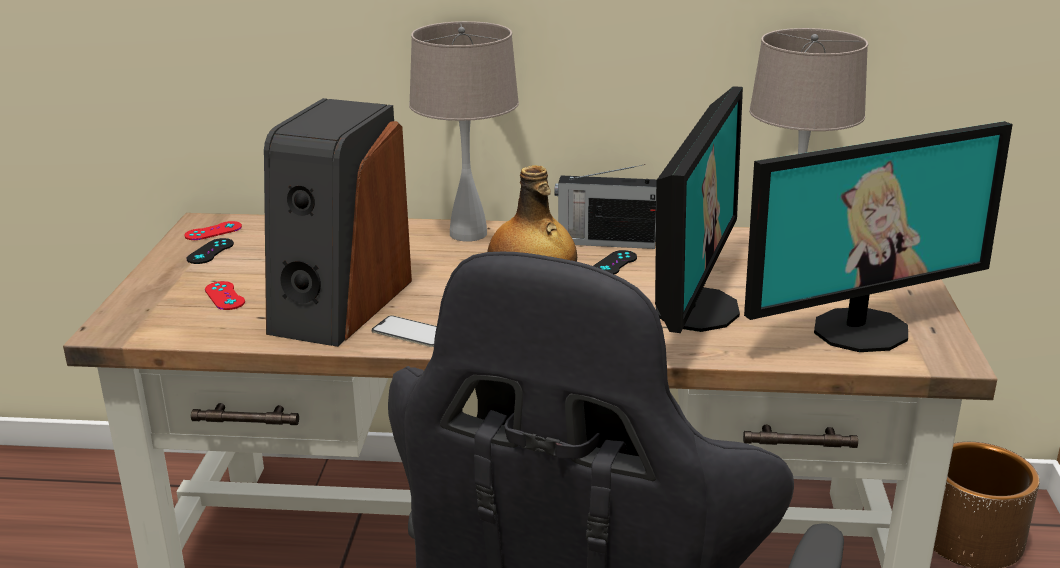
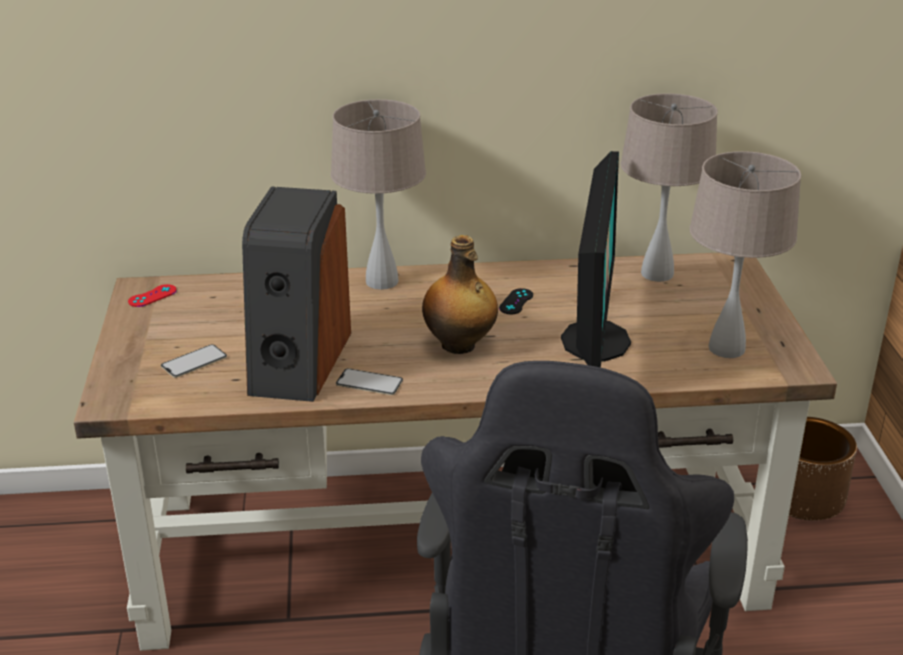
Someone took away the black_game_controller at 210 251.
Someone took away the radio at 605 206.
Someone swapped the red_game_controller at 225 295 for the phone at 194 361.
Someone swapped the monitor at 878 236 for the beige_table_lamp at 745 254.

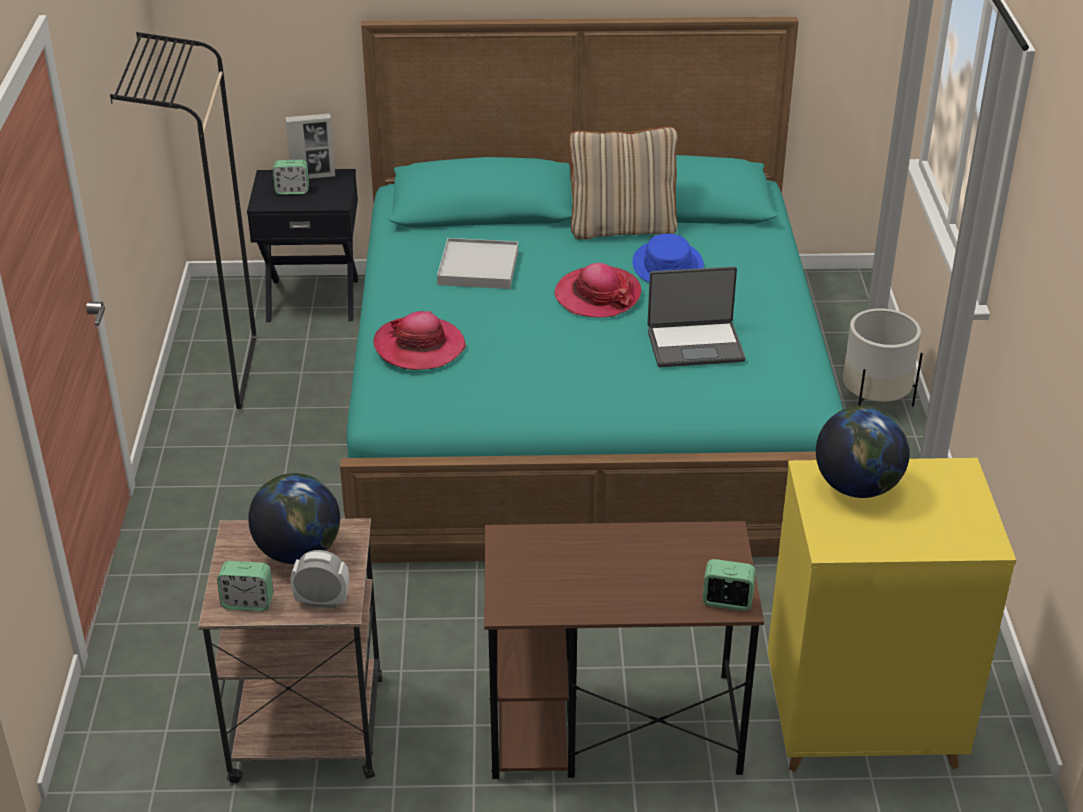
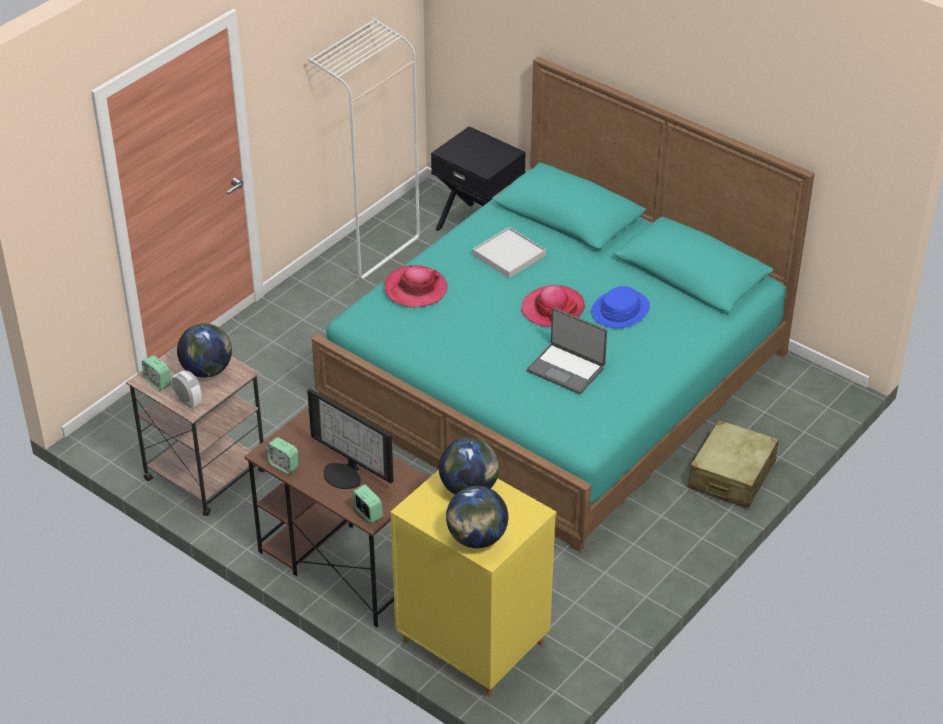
Someone took away the picture_frame at 310 146.
Someone took away the beige_pillow at 623 183.
Someone put down the monitor at 350 439.
Someone put down the globe at 477 517.
Someone carried the alarm_clock from 291 177 to 283 455.
Someone swapped the white_planter at 883 357 for the beige_suitcase at 733 464.
Someone repainted the black_clothes_rack at 183 220, which became the white_clothes_rack at 364 148.

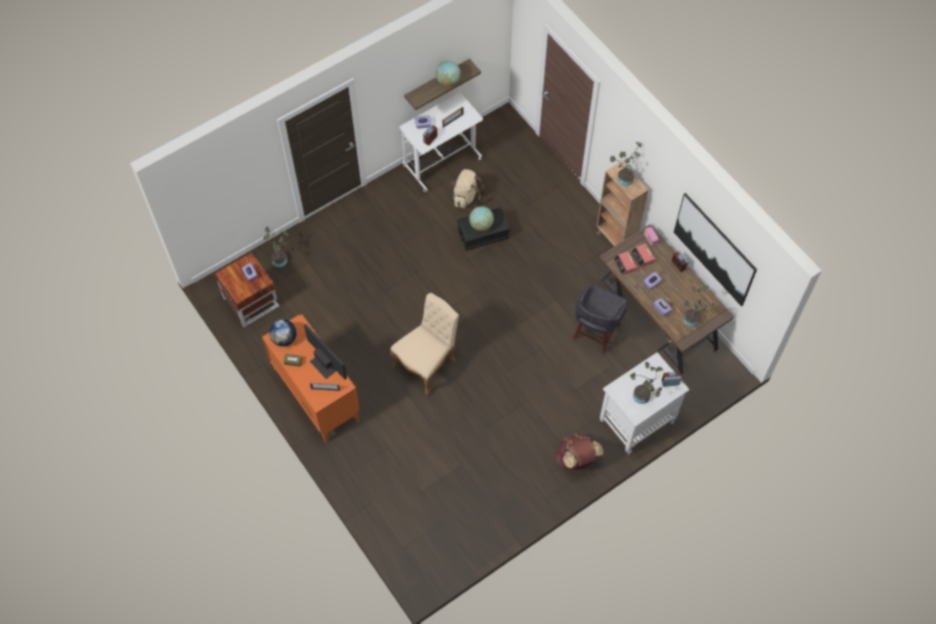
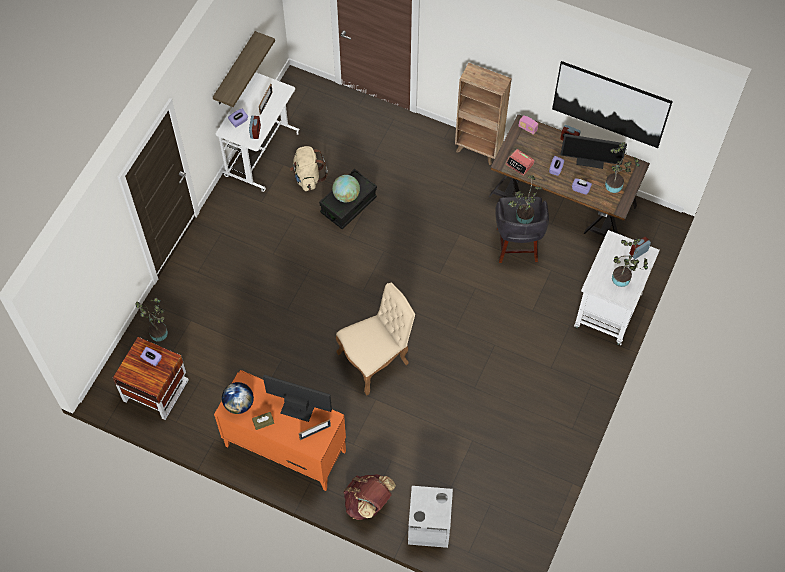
Someone took away the globe at 448 73.
Someone took away the alarm_clock at 643 256.
Someone put down the grey_trash_can at 430 517.
Someone put down the monitor at 593 151.
Someone carried the brown_backpack from 579 451 to 369 497.
Someone carried the potted_plant from 626 164 to 525 199.
Someone rotated the beige_chair at 424 344 by 45 degrees clockwise.

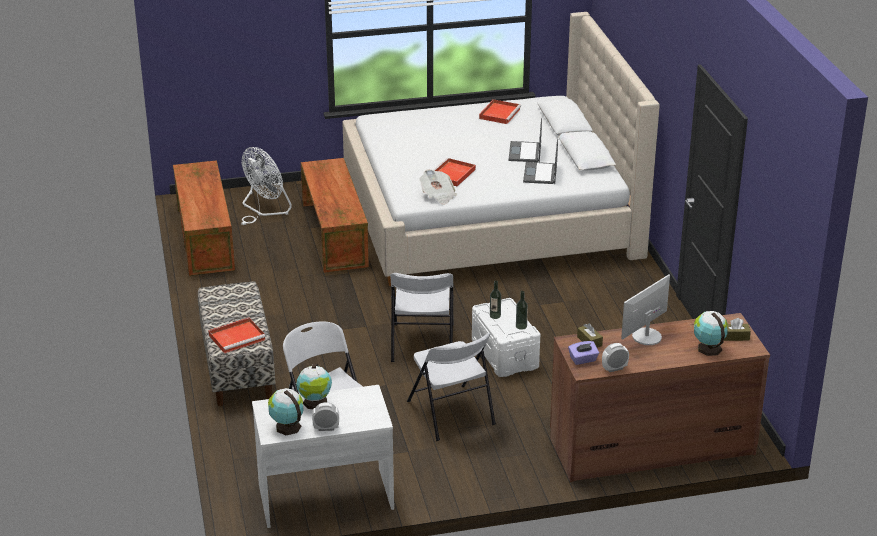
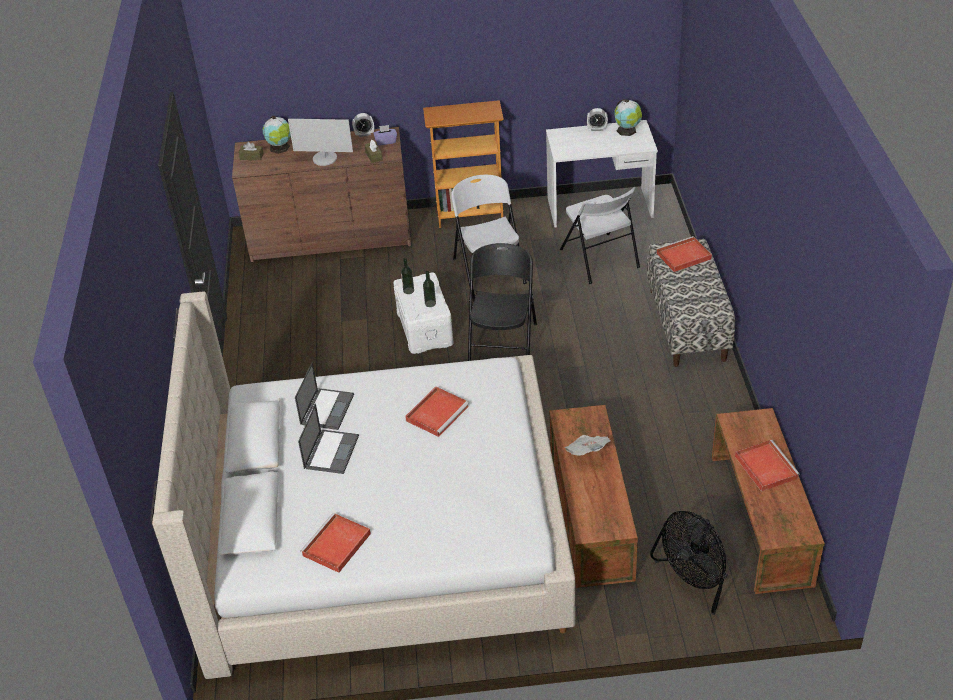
Someone took away the globe at 314 386.
Someone put down the bookcase at 463 164.
Someone put down the red_tray at 767 466.
Someone carried the newspaper from 438 187 to 588 445.
Someone repainted the white_fan at 266 186, which became the black_fan at 689 563.
Someone repainted the white_chair at 422 317, which became the black_chair at 502 302.
Someone rotated the monitor at 645 309 by 45 degrees clockwise.

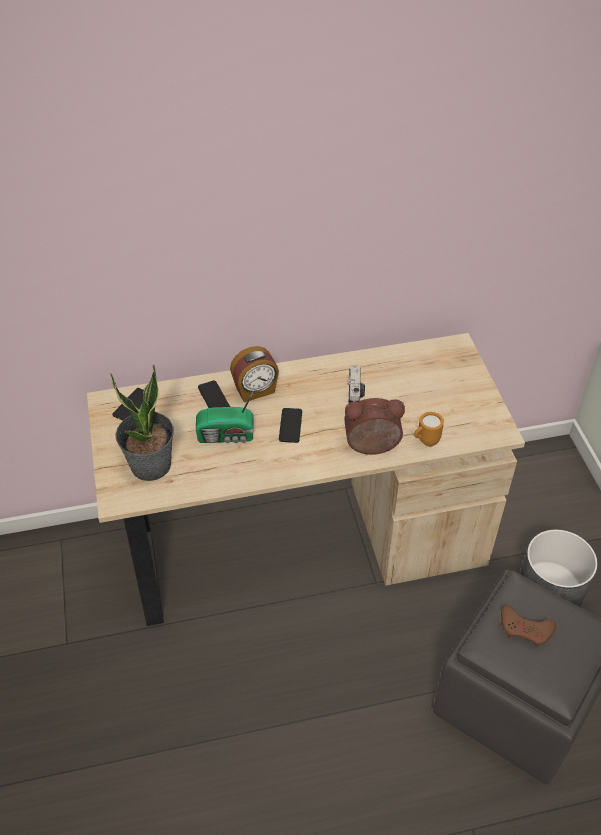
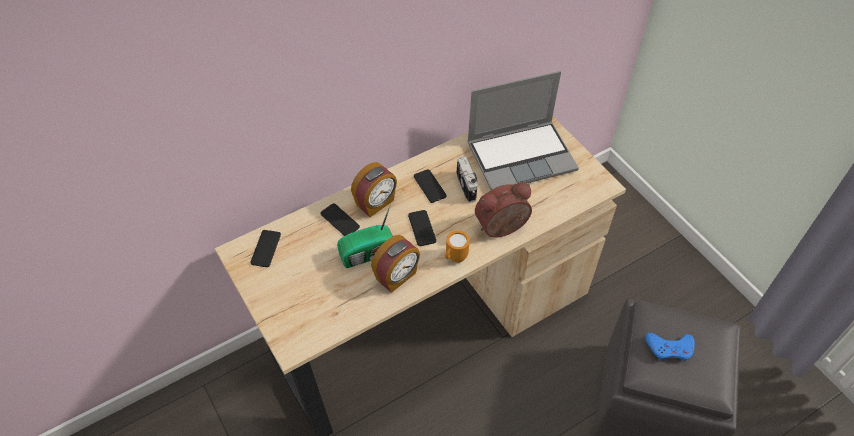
Someone took away the potted_plant at 142 422.
Someone took away the grey_planter at 559 568.
Someone put down the alarm_clock at 395 264.
Someone put down the phone at 430 186.
Someone put down the laptop at 523 130.
Someone carried the orange_mug from 429 429 to 457 246.
Someone repainted the brown_game_controller at 528 626, which became the blue_game_controller at 670 347.

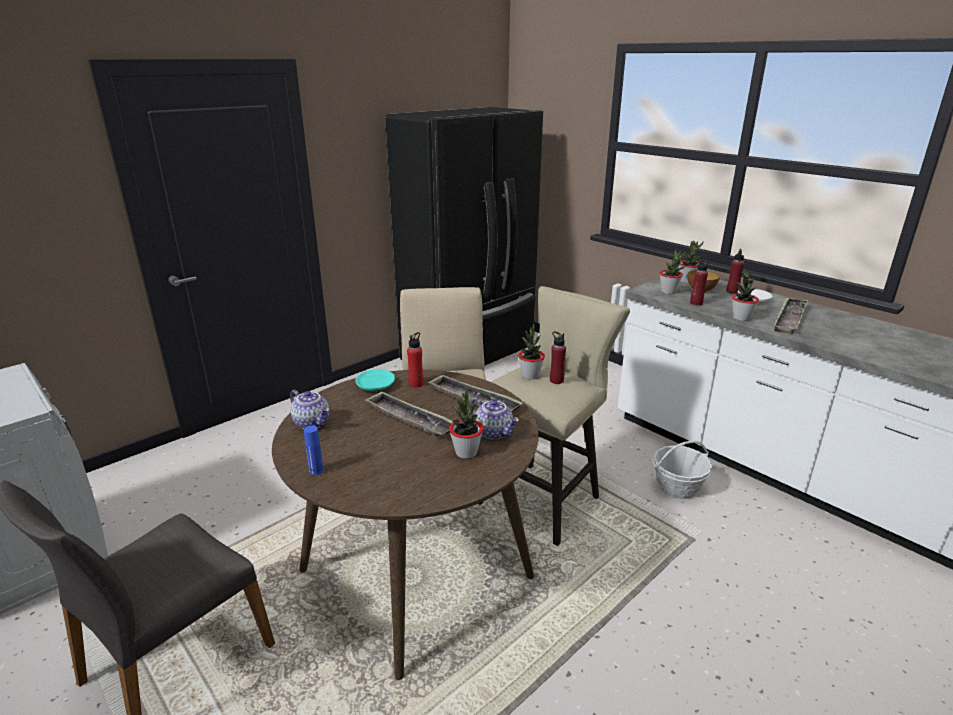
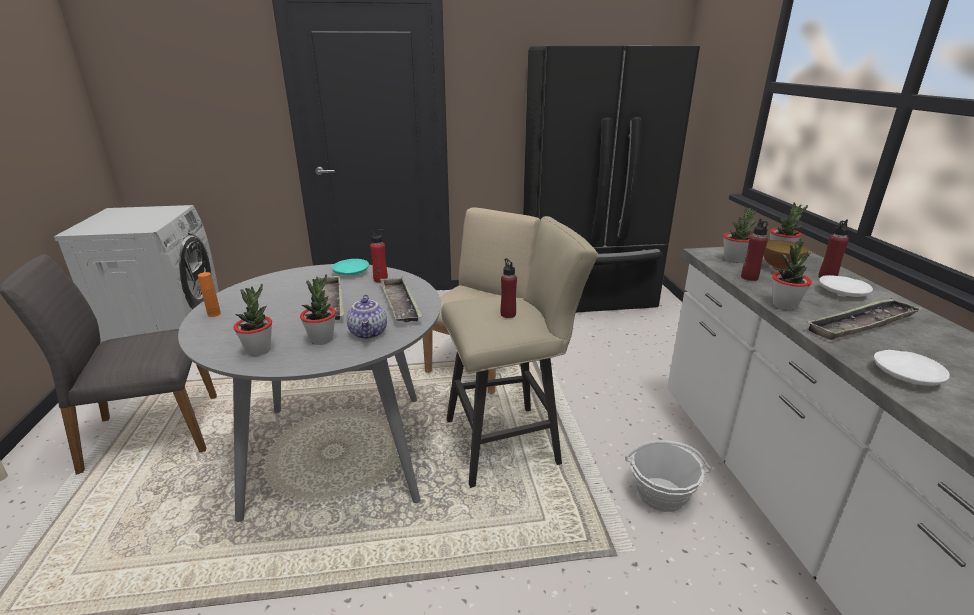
Someone took away the teapot at 309 409.
Someone put down the white_plate at 912 368.
Someone carried the potted_plant from 531 351 to 253 320.
Someone repainted the brown_dining_table at 405 525, which became the grey_dining_table at 309 393.
Someone repainted the blue_bottle at 313 450, which became the orange_bottle at 209 294.

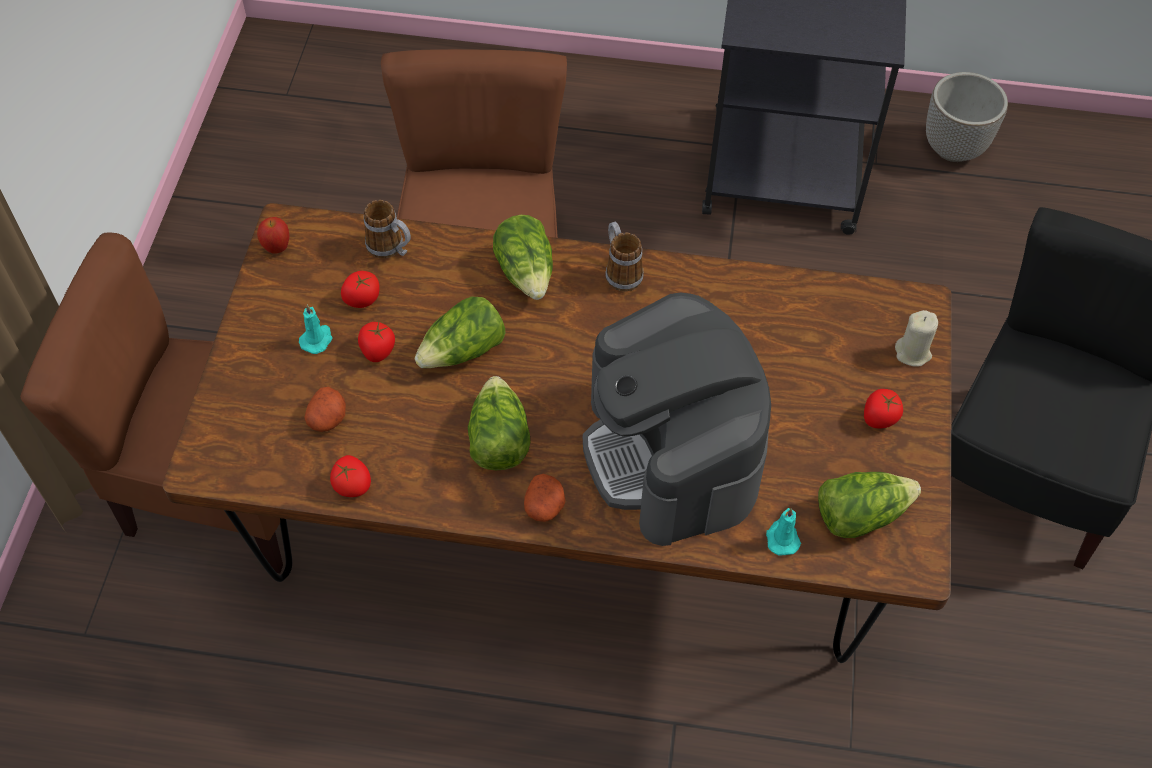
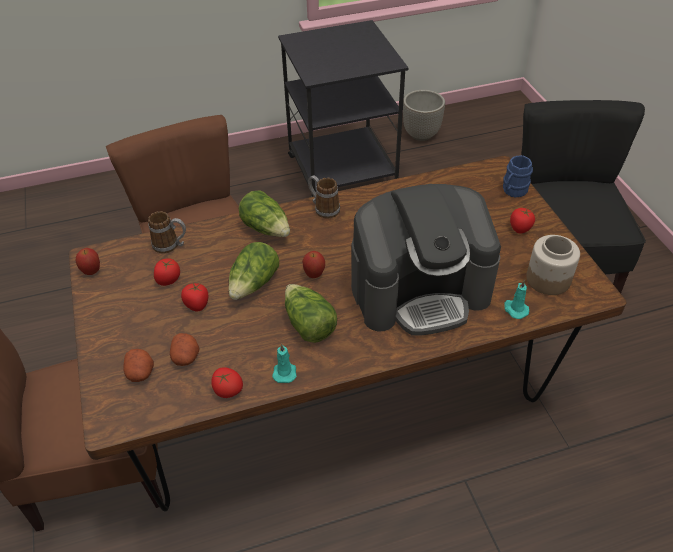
Someone put down the apple at 313 264.
Someone carried the turquoise_candle from 316 329 to 284 363.
Someone carried the potato from 545 498 to 138 365.
Someone swapped the lettuce at 869 505 for the jar at 553 265.
Someone swapped the beige_candle at 916 338 for the blue_mug at 518 176.
Someone rotated the coffee_machine at 677 419 by 60 degrees counterclockwise.

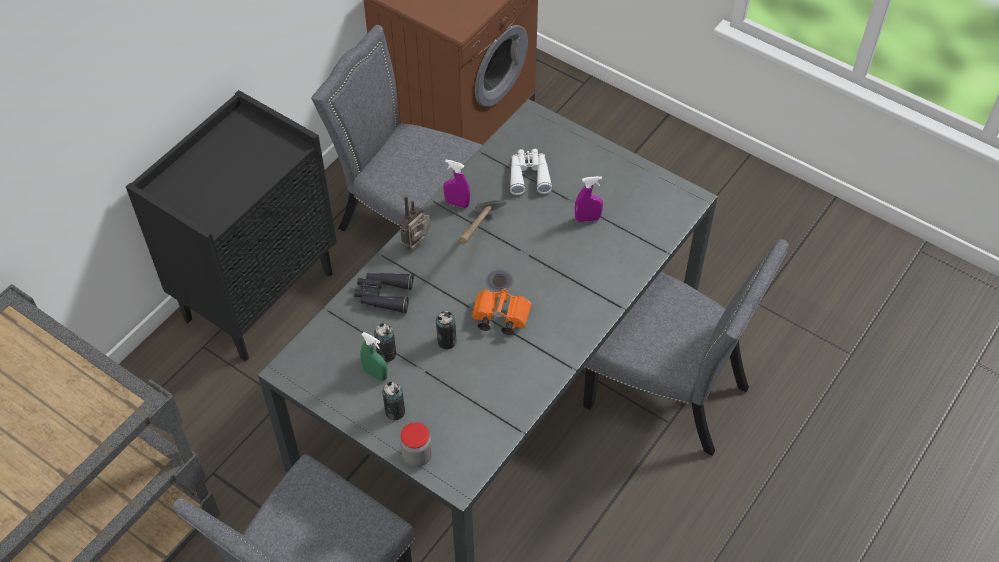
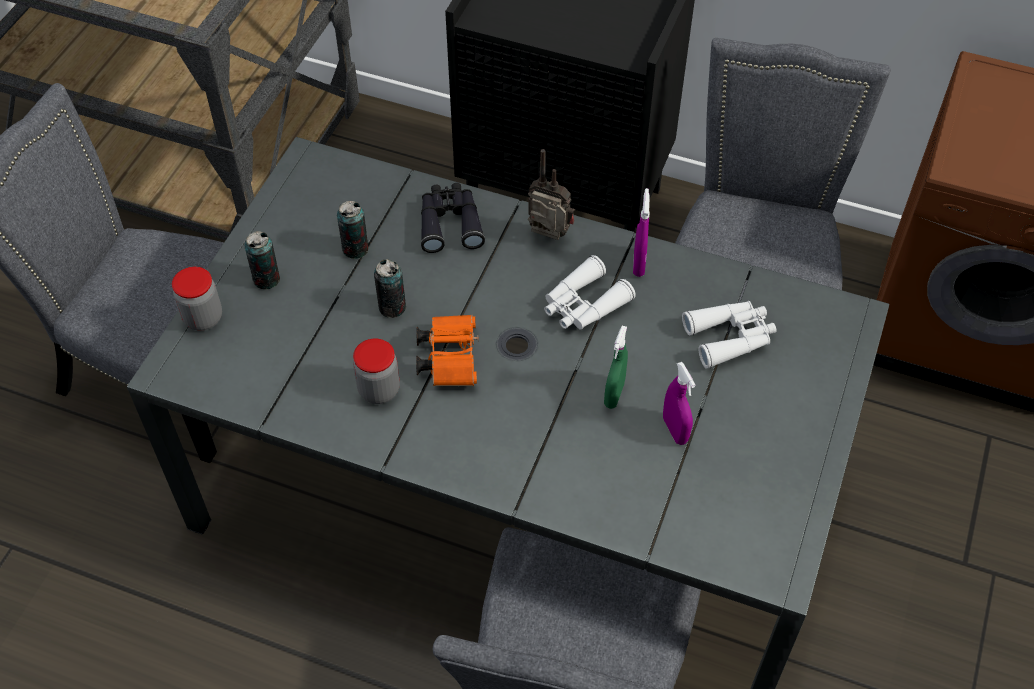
Someone put down the jar at 376 371.
Someone carried the green_spray_bottle from 373 356 to 616 367.
Someone swapped the hammer at 482 222 for the white_binoculars at 590 292.

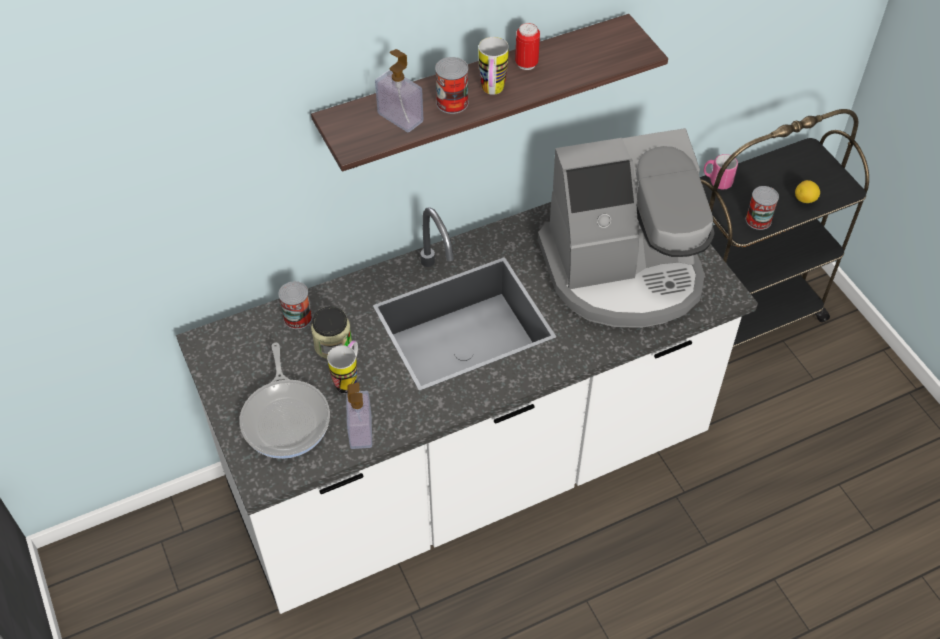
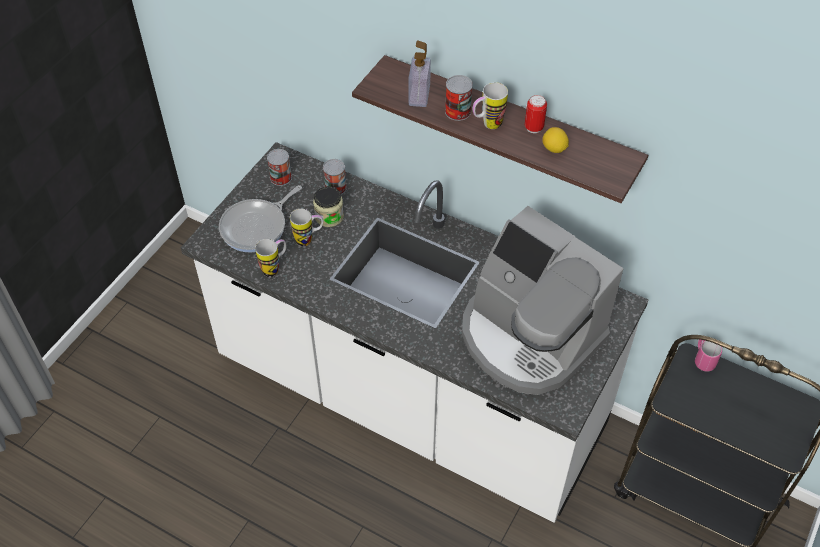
Someone carried the can from 762 208 to 279 167.
Someone carried the lemon from 807 191 to 556 140.
Someone swapped the soap_dispenser at 359 415 for the mug at 270 258.

